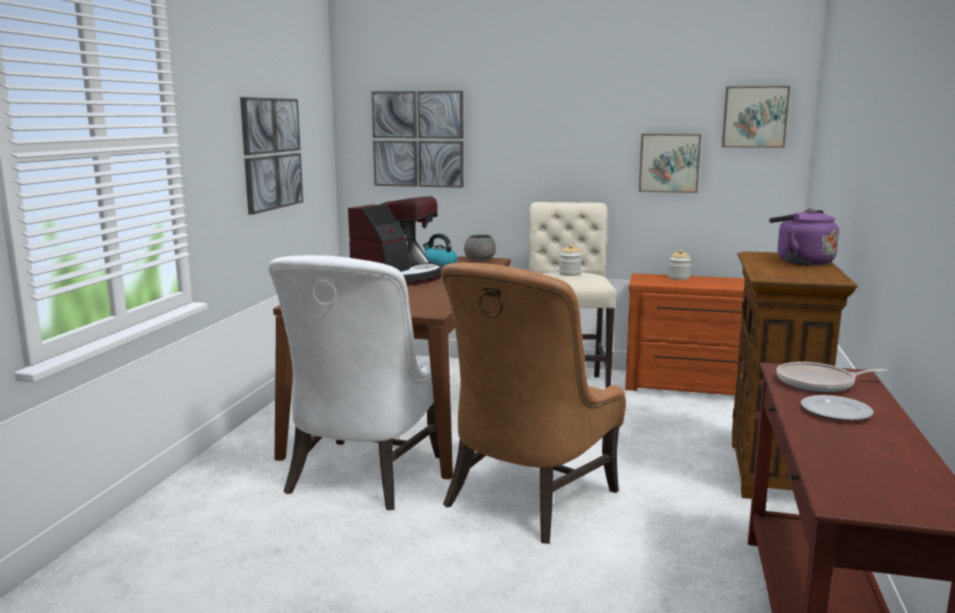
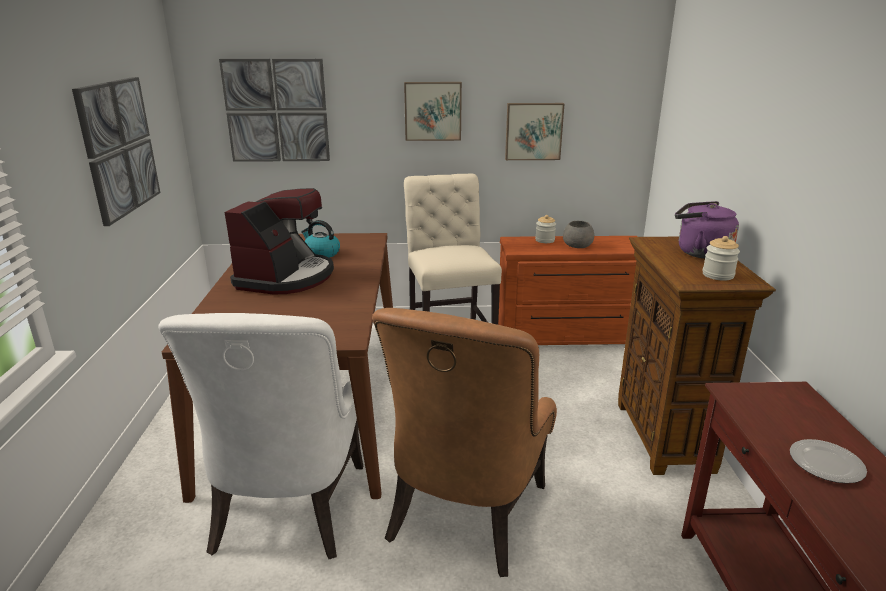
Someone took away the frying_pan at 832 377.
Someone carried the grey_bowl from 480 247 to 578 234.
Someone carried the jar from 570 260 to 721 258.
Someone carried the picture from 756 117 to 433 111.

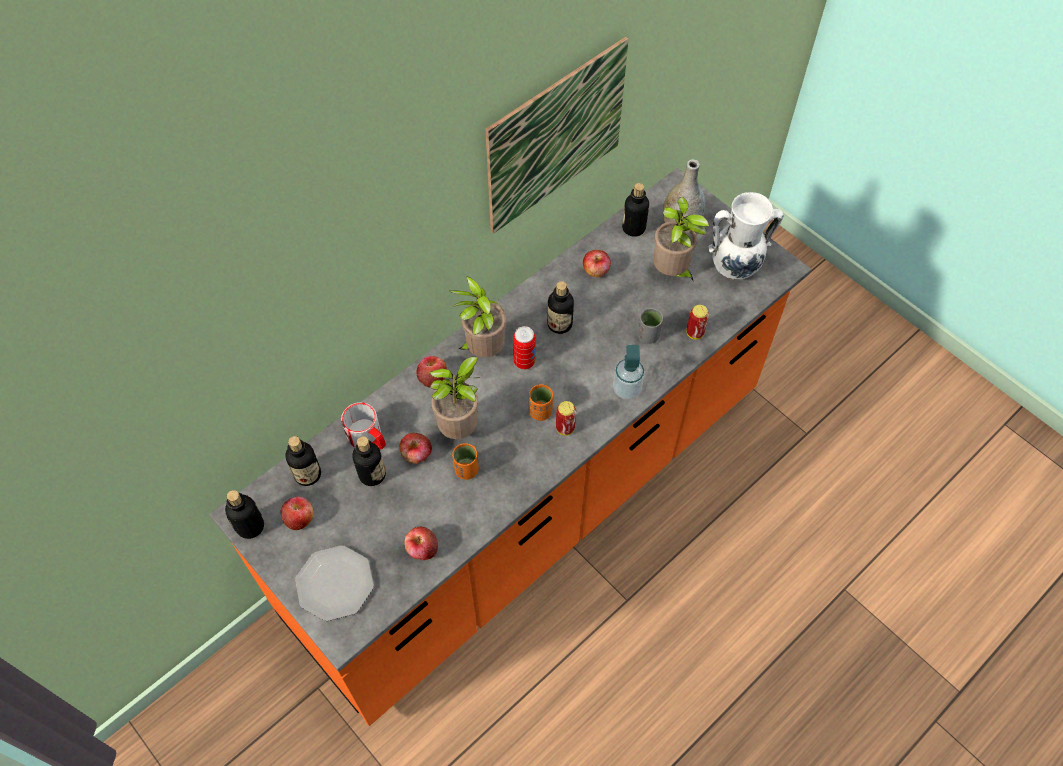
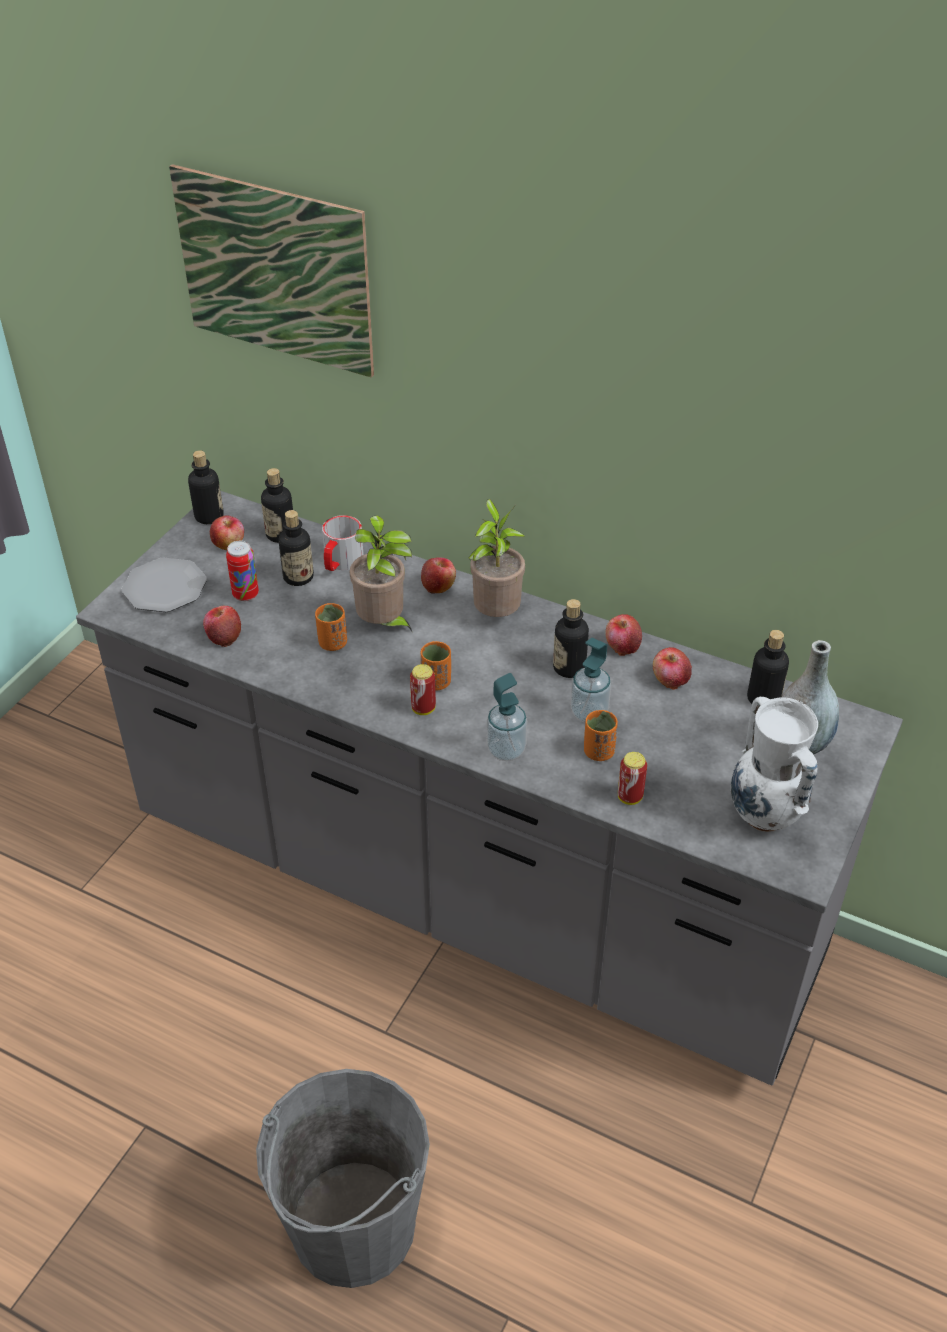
Someone took away the potted_plant at 681 239.
Someone put down the grey_bucket at 343 1178.
Someone put down the soap_dispenser at 591 680.
Someone carried the apple from 416 448 to 623 635.
Someone carried the picture from 557 135 to 271 271.
Someone carried the can from 524 348 to 242 571.
Someone repainted the orange_counter at 510 447, which became the grey_counter at 489 788.
Someone repainted the grey_cup at 650 326, which became the orange_cup at 601 735.

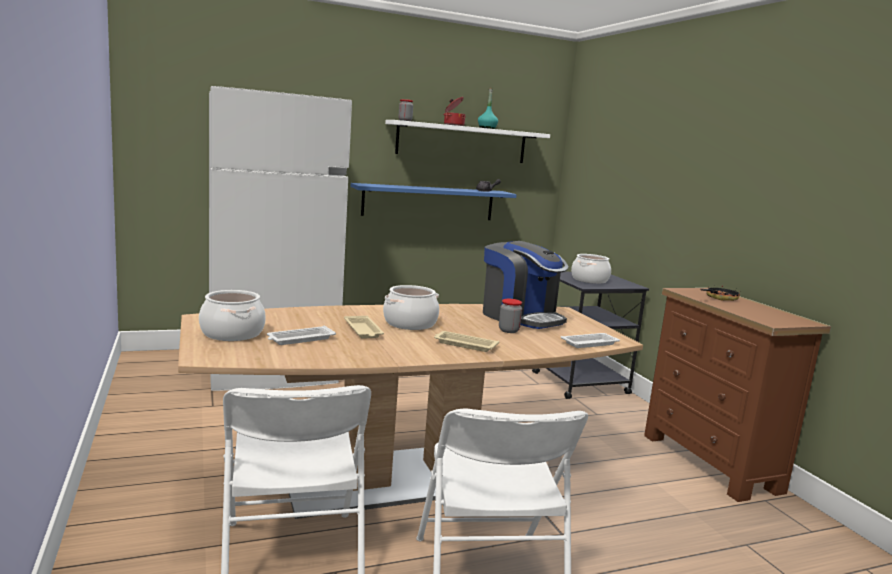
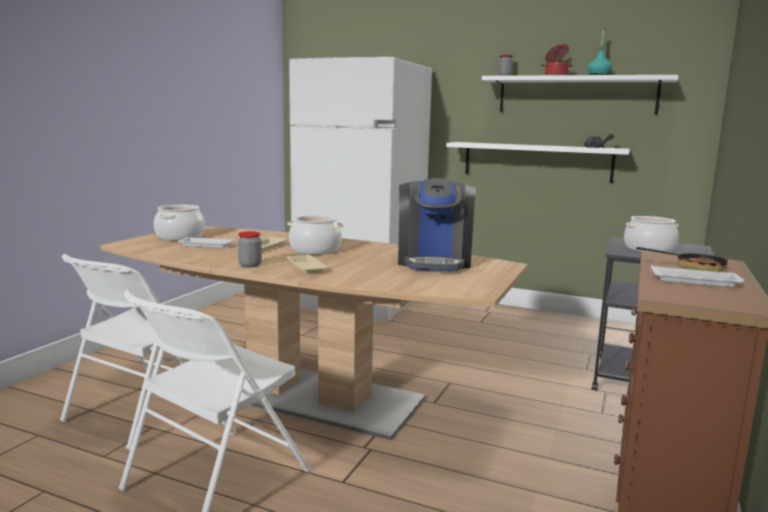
Someone carried the jar from 510 316 to 250 249.
Someone carried the white_tray from 590 340 to 698 276.
Someone repainted the blue_shelf at 434 201, which became the white_shelf at 538 162.

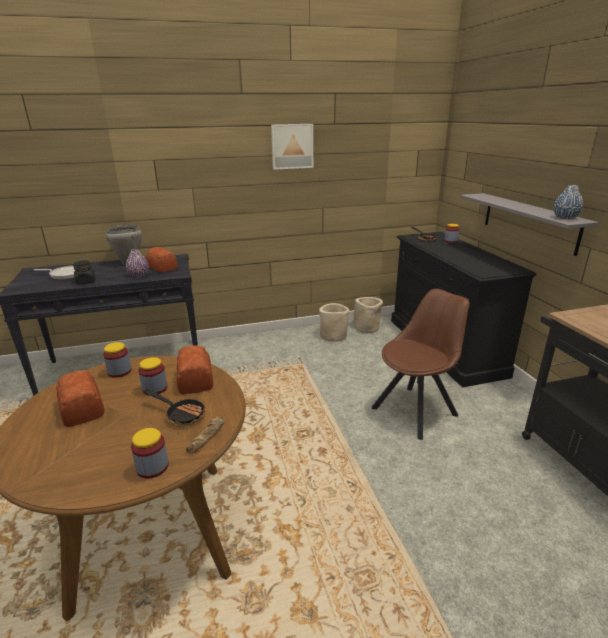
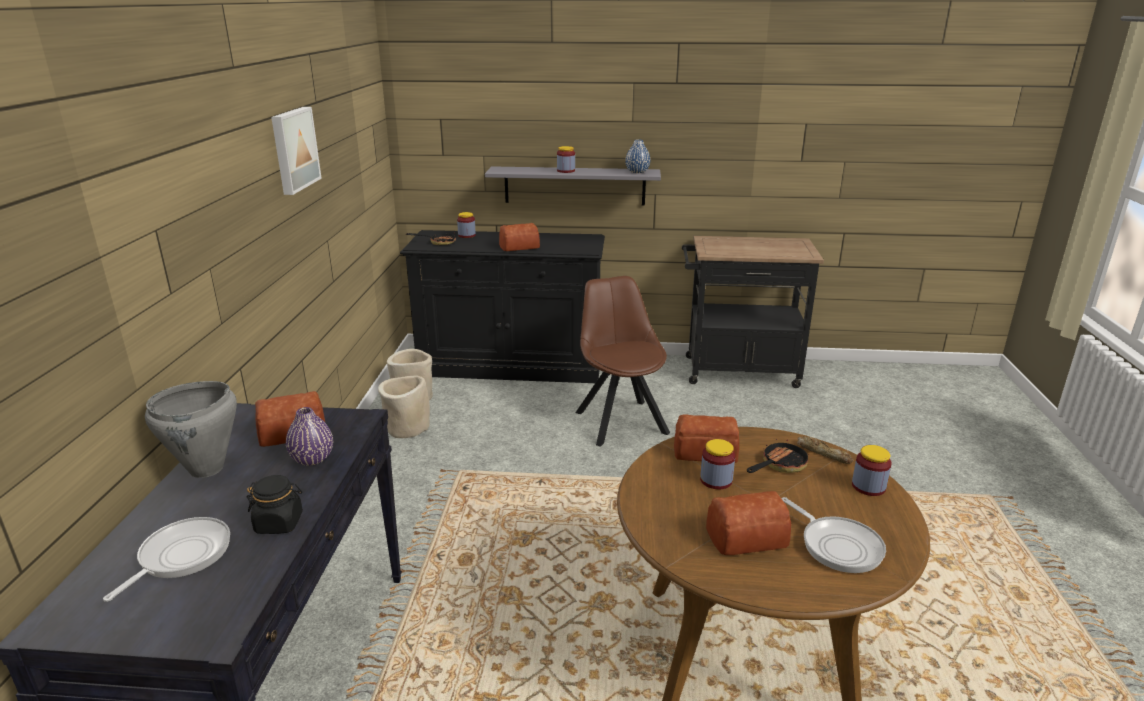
Someone put down the bread at 519 237.
Someone put down the frying_pan at 833 535.
Someone carried the jar from 117 360 to 566 159.

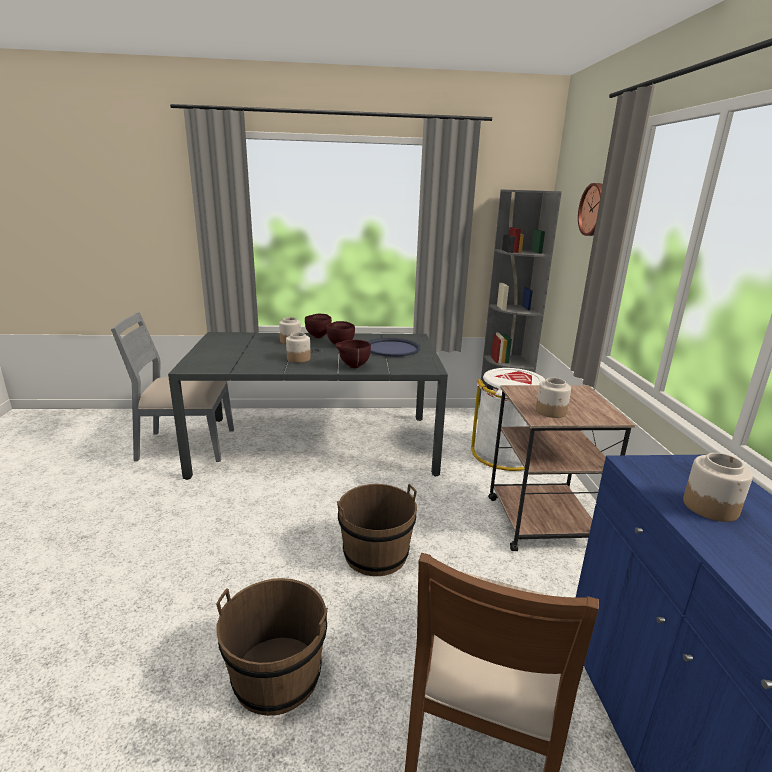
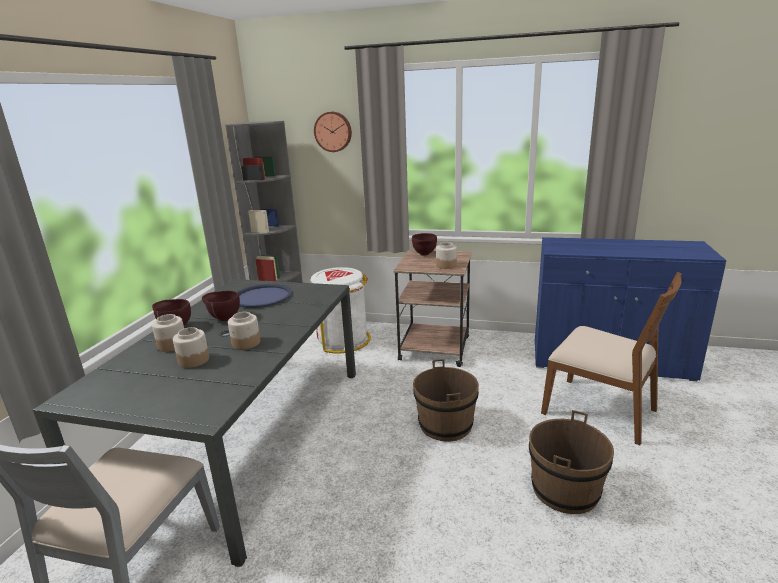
Someone carried the brown_bowl from 353 354 to 424 244.
Someone carried the jar from 718 487 to 191 347.

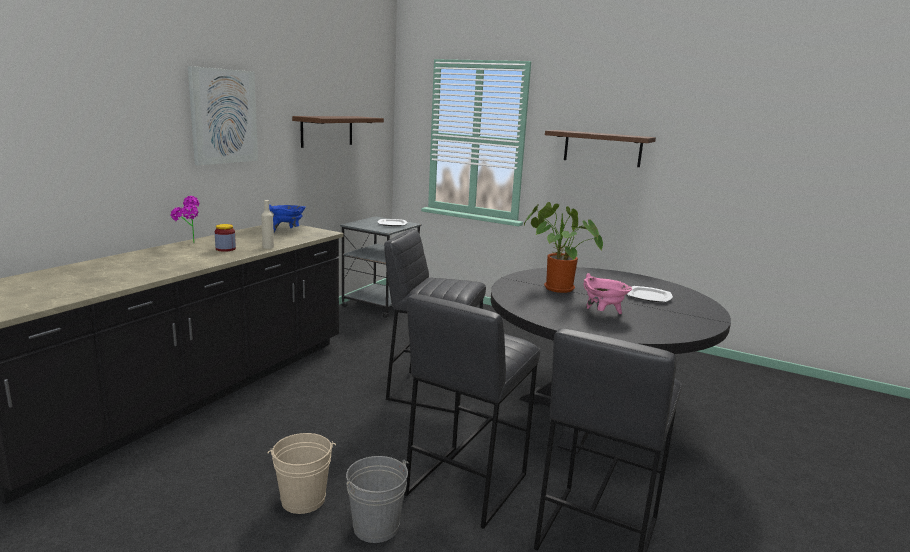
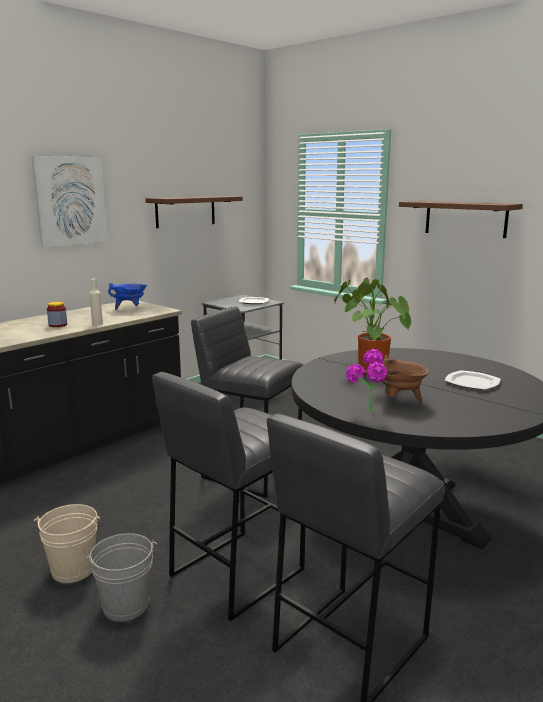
Someone carried the potted_plant from 184 219 to 366 380.
Someone repainted the pink_cooking_pot at 607 293, which became the brown_cooking_pot at 405 378.

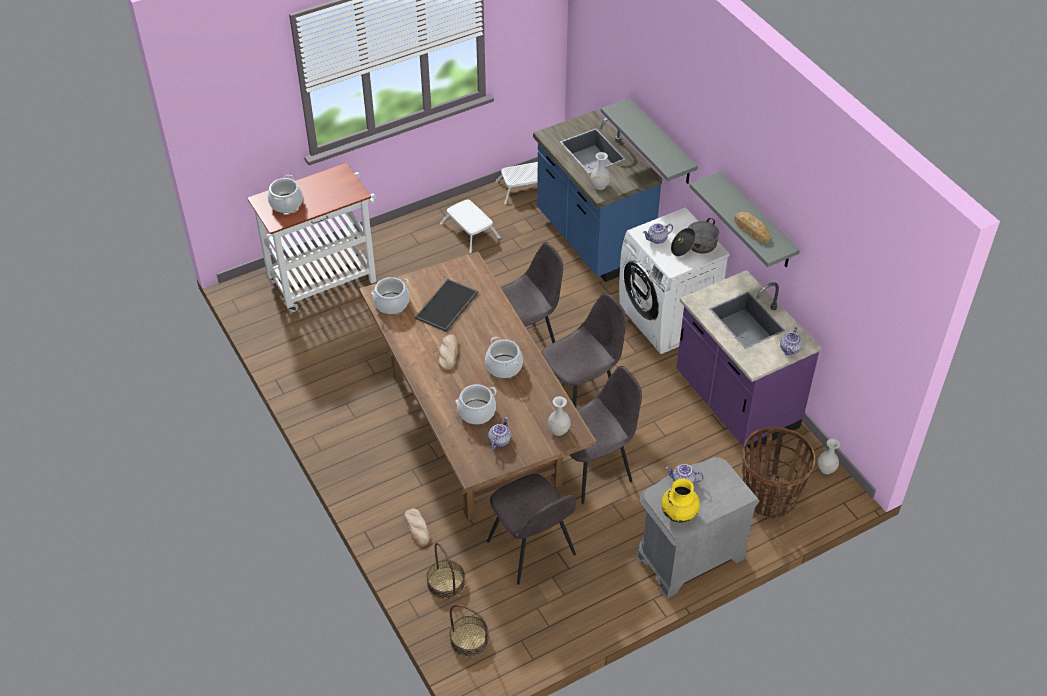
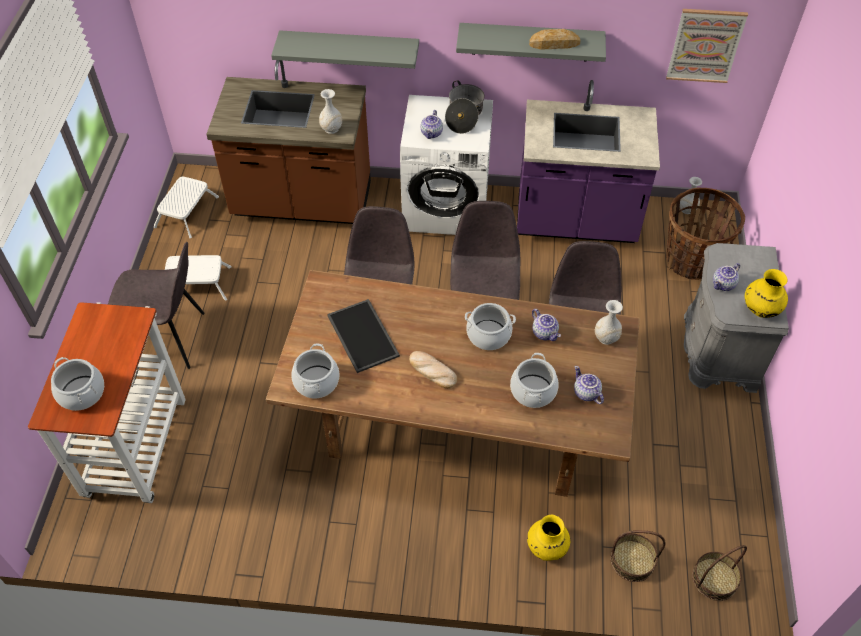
Someone put up the picture at 707 46.
Someone carried the grey_chair from 531 529 to 156 305.
Someone carried the teapot from 791 341 to 546 325.
Someone swapped the bread at 417 527 for the yellow_vase at 548 538.
Someone repainted the blue_counter at 597 196, which became the brown_counter at 288 142.

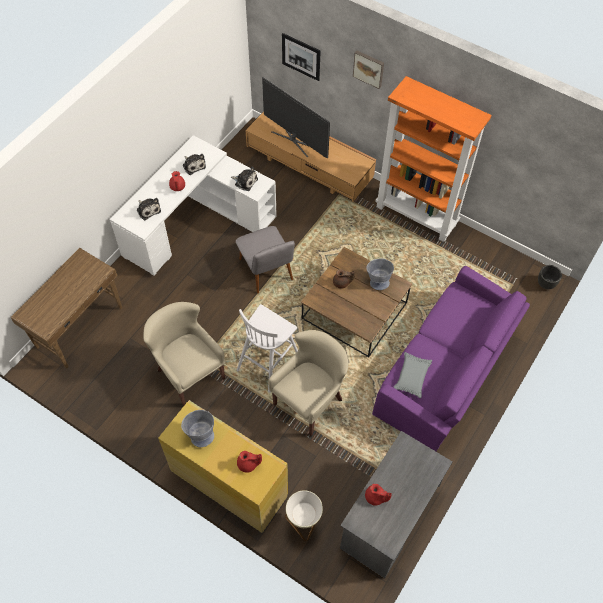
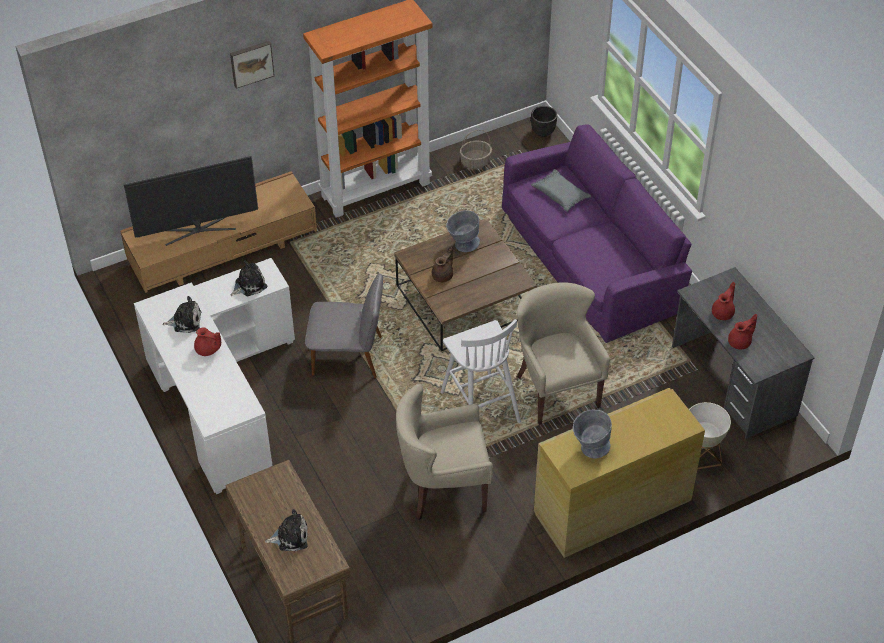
Someone took away the picture at 301 57.
Someone put down the basket at 476 149.
Someone carried the plush_toy from 149 209 to 286 530.
Someone carried the red_teapot from 249 462 to 723 301.
Someone carried the grey_pillow from 413 375 to 561 190.

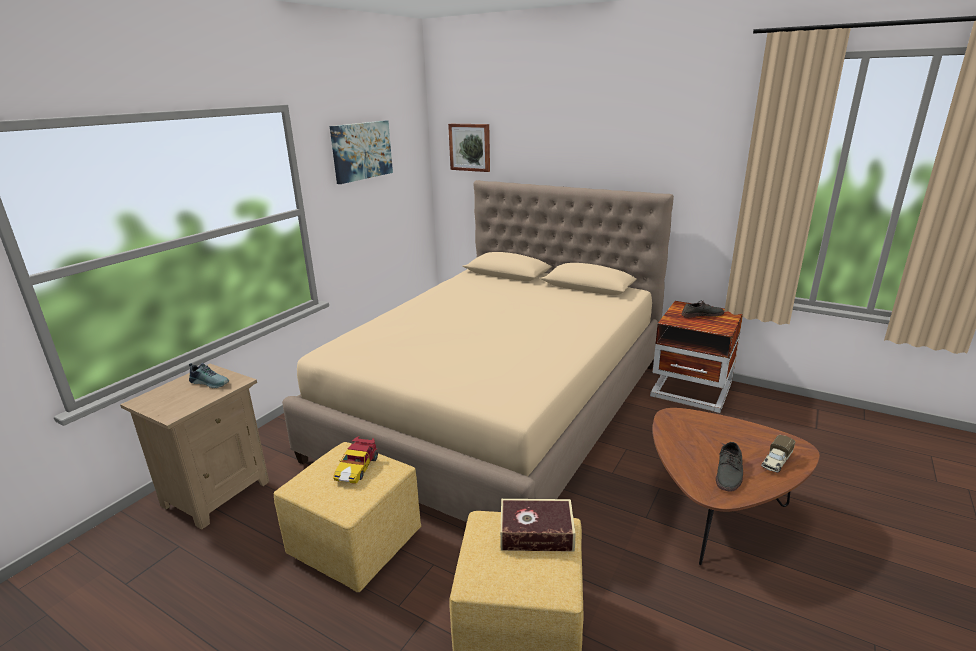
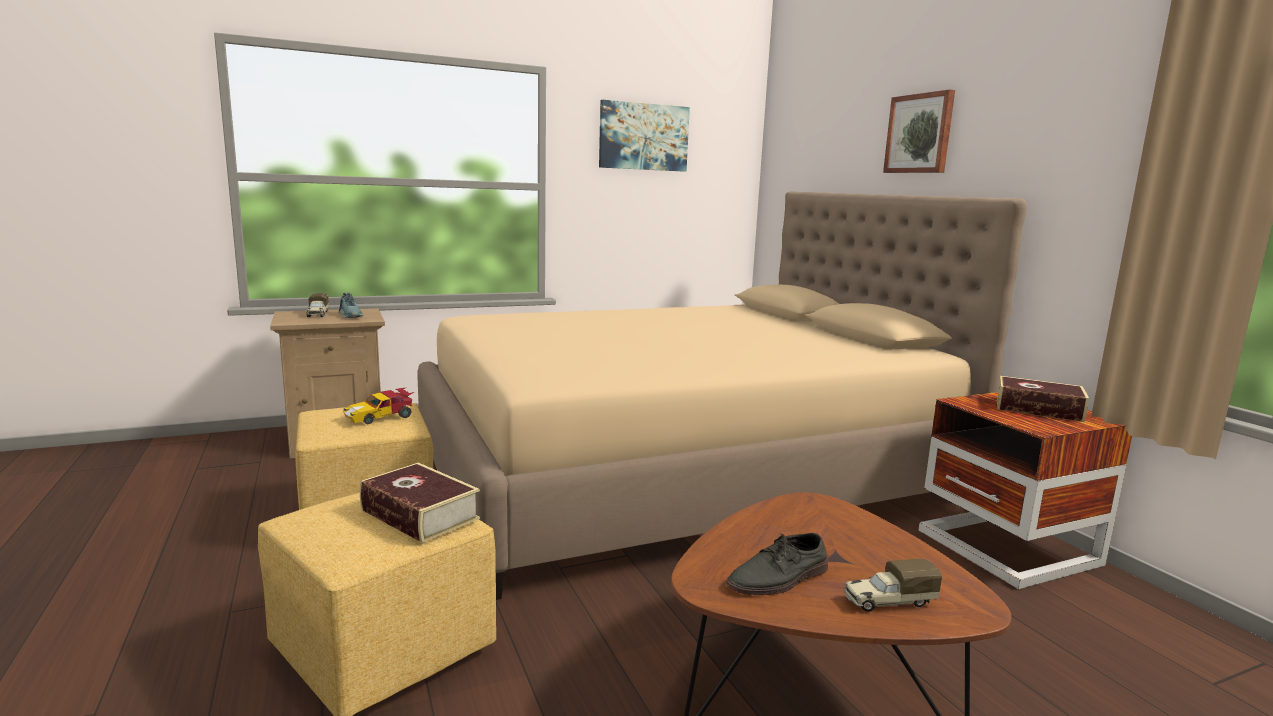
Someone put down the toy_truck at 317 305.
Someone carried the picture from 469 148 to 919 131.
Someone swapped the grey_shoe at 702 309 for the book at 1043 399.

